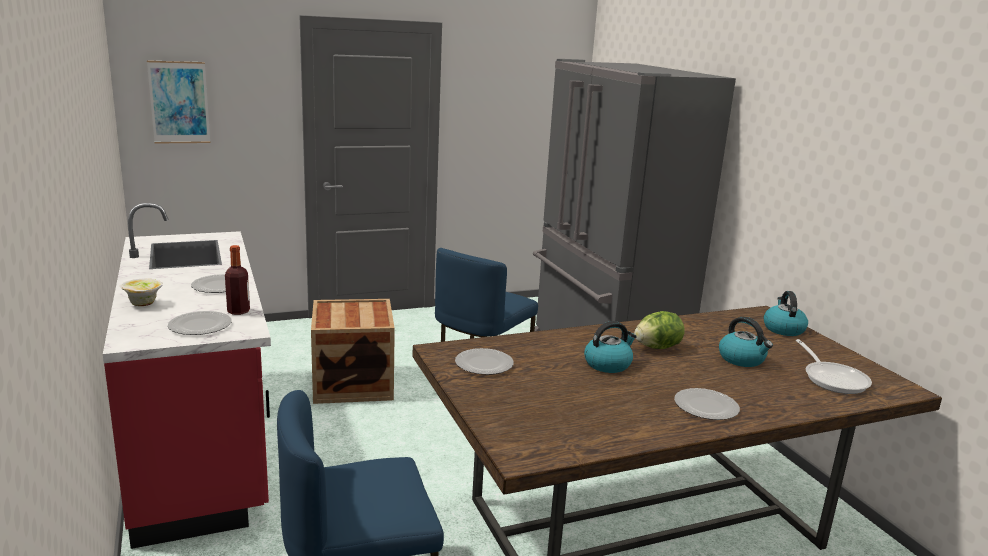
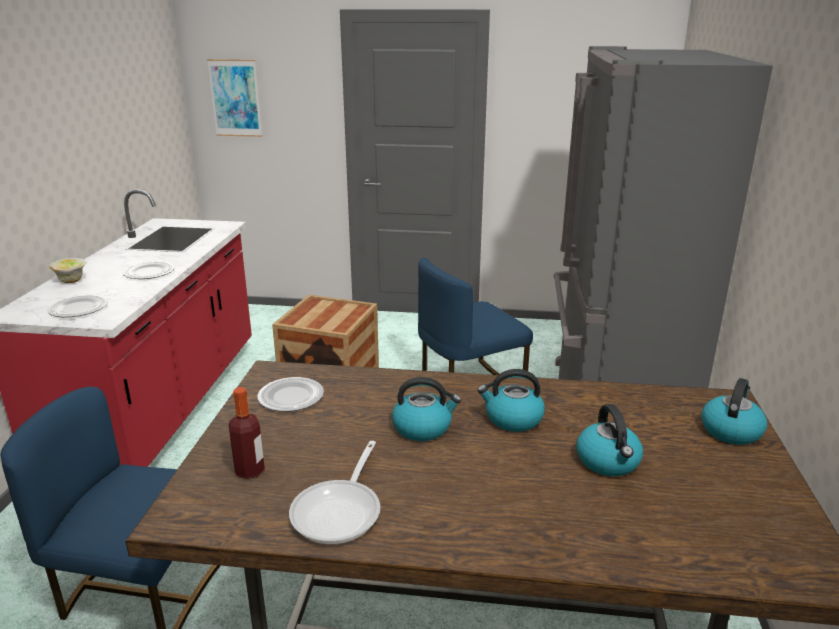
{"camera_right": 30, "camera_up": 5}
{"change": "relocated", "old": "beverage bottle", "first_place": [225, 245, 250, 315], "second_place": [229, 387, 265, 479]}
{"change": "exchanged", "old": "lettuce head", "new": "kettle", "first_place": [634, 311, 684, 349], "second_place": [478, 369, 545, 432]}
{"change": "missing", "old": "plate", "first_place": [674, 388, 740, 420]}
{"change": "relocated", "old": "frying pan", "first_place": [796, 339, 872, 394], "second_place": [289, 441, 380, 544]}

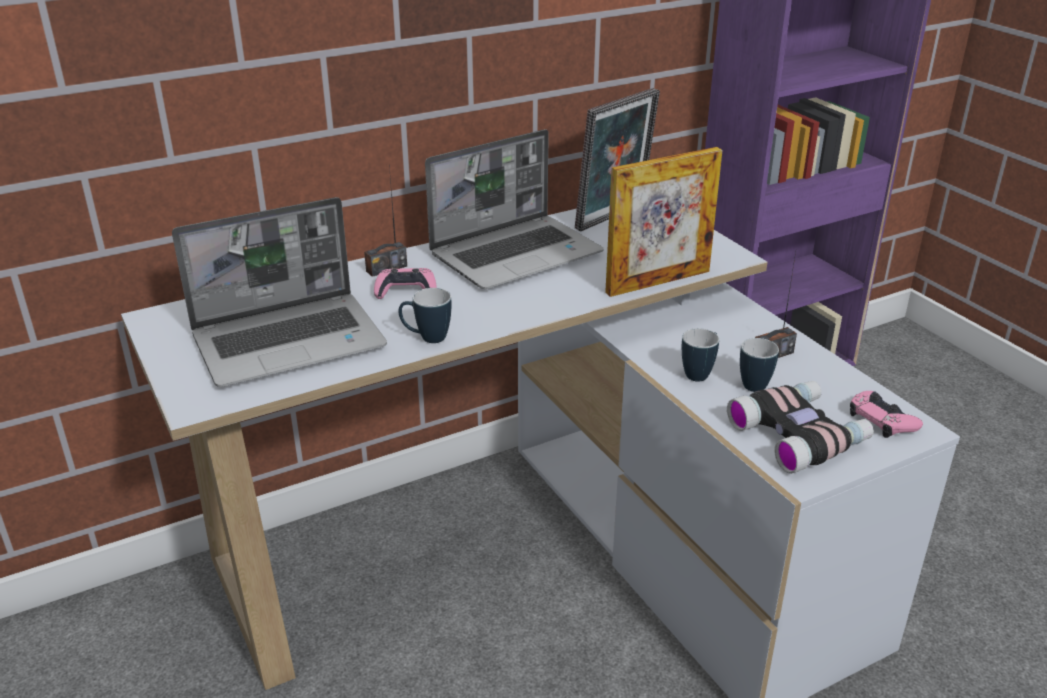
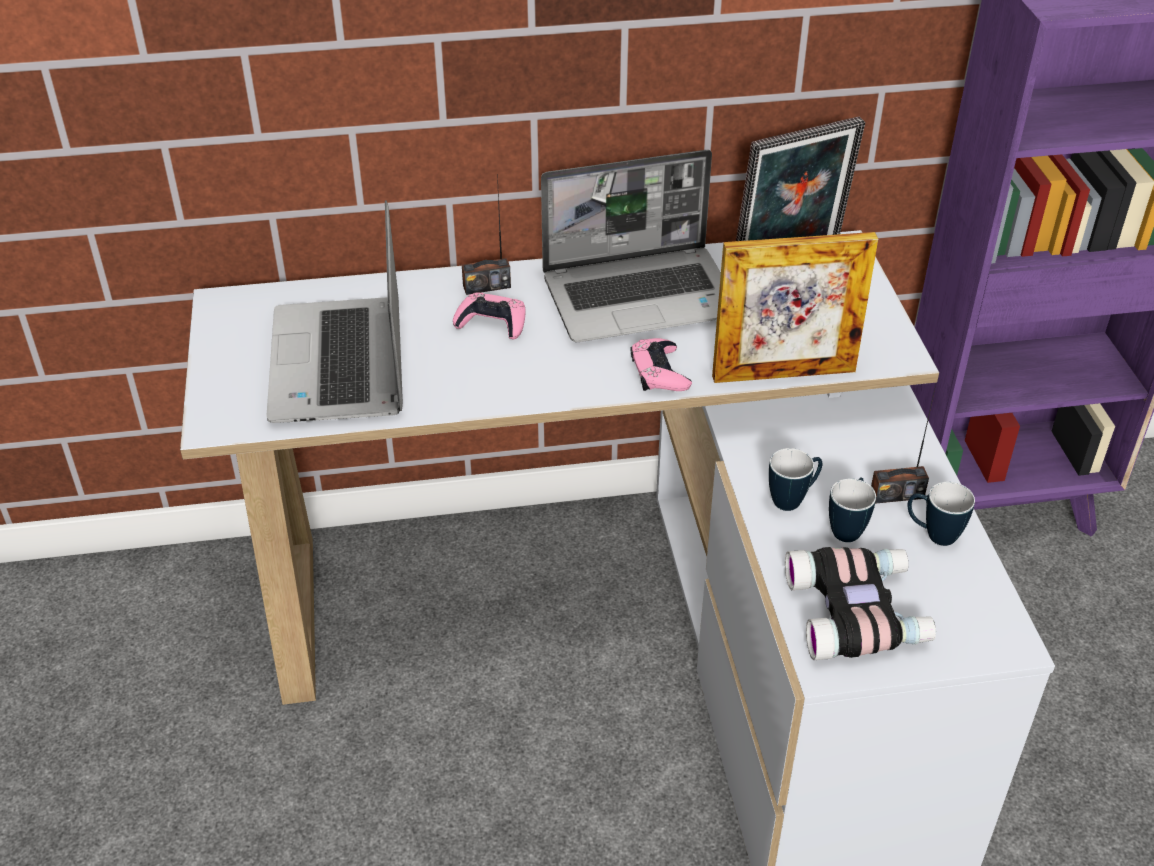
{"camera_right": 20, "camera_up": 10}
{"change": "spun", "old": "portable computer", "first_place": [172, 197, 387, 387], "second_place": [266, 200, 403, 423], "degrees": 90}
{"change": "relocated", "old": "coffee mug", "first_place": [398, 288, 452, 343], "second_place": [907, 482, 975, 546]}
{"change": "relocated", "old": "joypad/pinkish", "first_place": [850, 391, 923, 438], "second_place": [630, 338, 692, 391]}

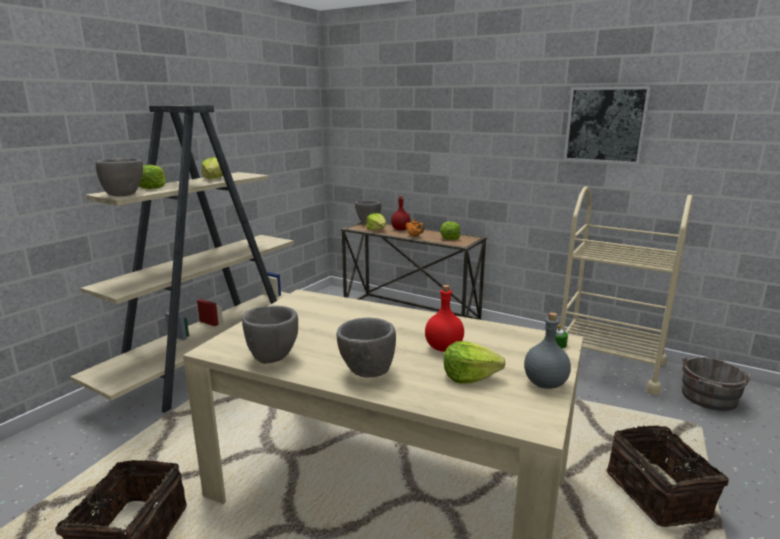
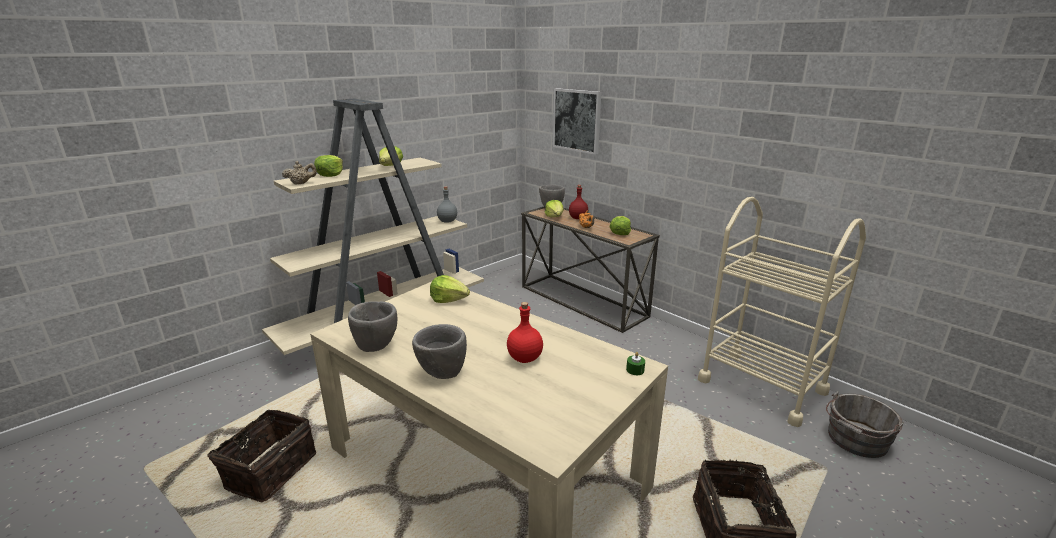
{"camera_right": 15, "camera_up": 5}
{"change": "exchanged", "old": "deep dish/grey", "new": "tea pot/beige-coloured", "first_place": [96, 158, 143, 196], "second_place": [282, 161, 317, 185]}
{"change": "relocated", "old": "lettuce head", "first_place": [444, 341, 505, 384], "second_place": [430, 275, 470, 303]}
{"change": "relocated", "old": "beverage bottle/grey", "first_place": [524, 312, 571, 389], "second_place": [437, 186, 457, 222]}
{"change": "relocated", "old": "wall picture", "first_place": [564, 86, 651, 164], "second_place": [553, 88, 601, 155]}

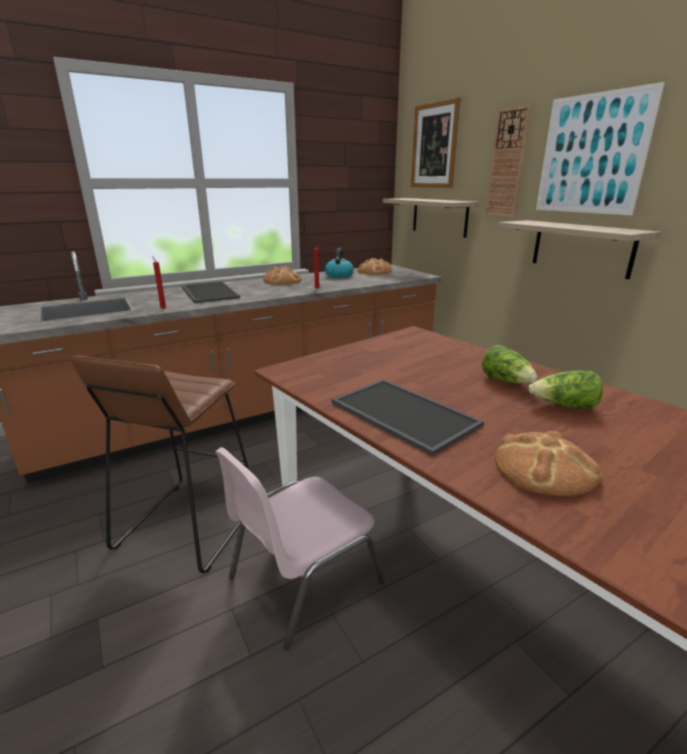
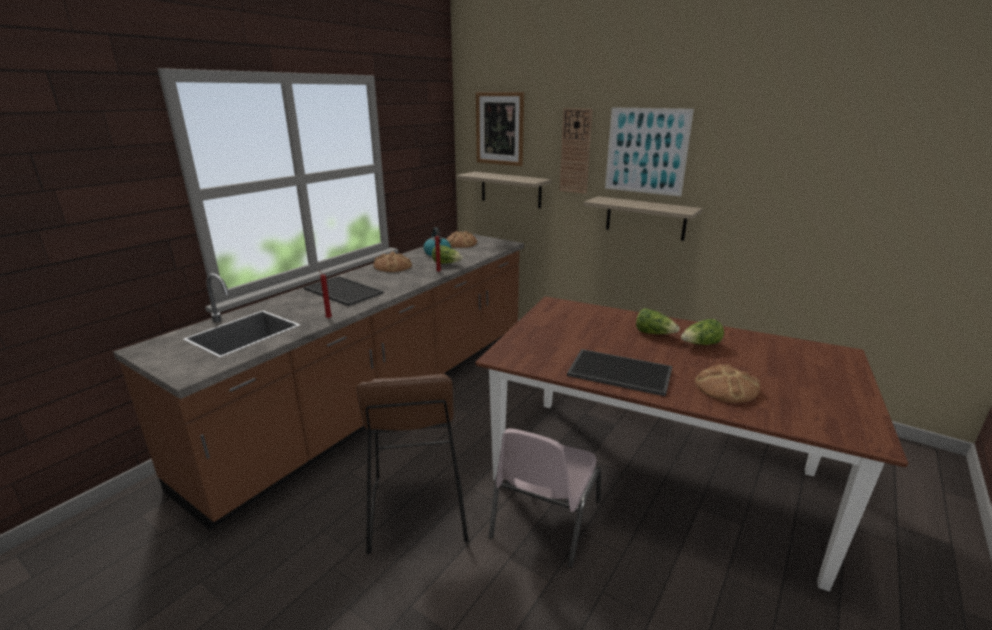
{"camera_right": -25, "camera_up": 0}
{"change": "appeared", "new": "lettuce head", "second_place": [432, 245, 463, 264]}

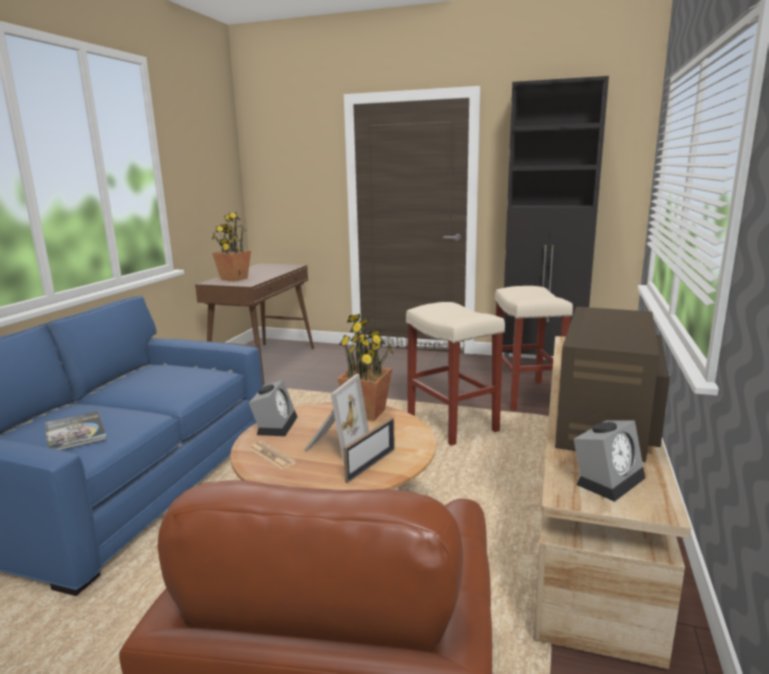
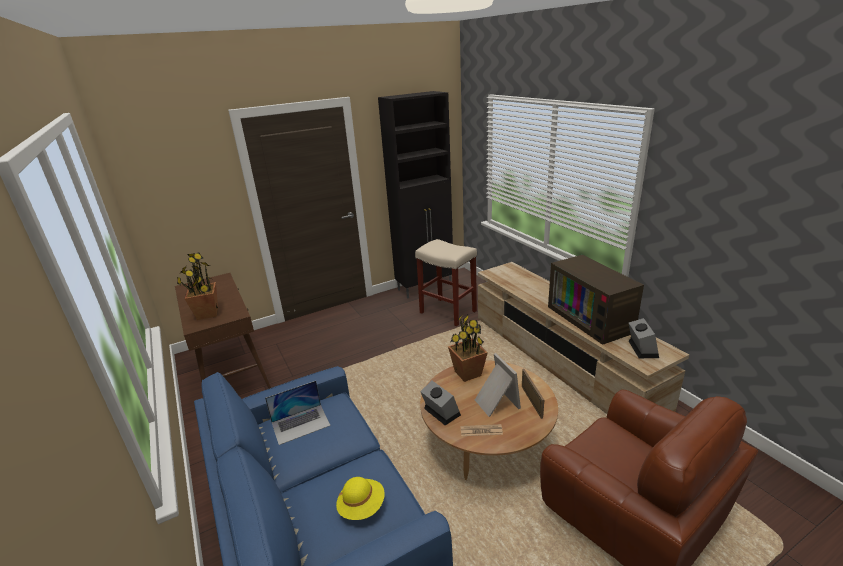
{"camera_right": -45, "camera_up": 10}
{"change": "exchanged", "old": "book", "new": "hat/yellow-coloured", "first_place": [45, 411, 107, 450], "second_place": [336, 477, 385, 520]}
{"change": "missing", "old": "sitting stool/beige-coloured", "first_place": [406, 302, 505, 446]}
{"change": "appeared", "new": "portable computer", "second_place": [265, 381, 331, 445]}

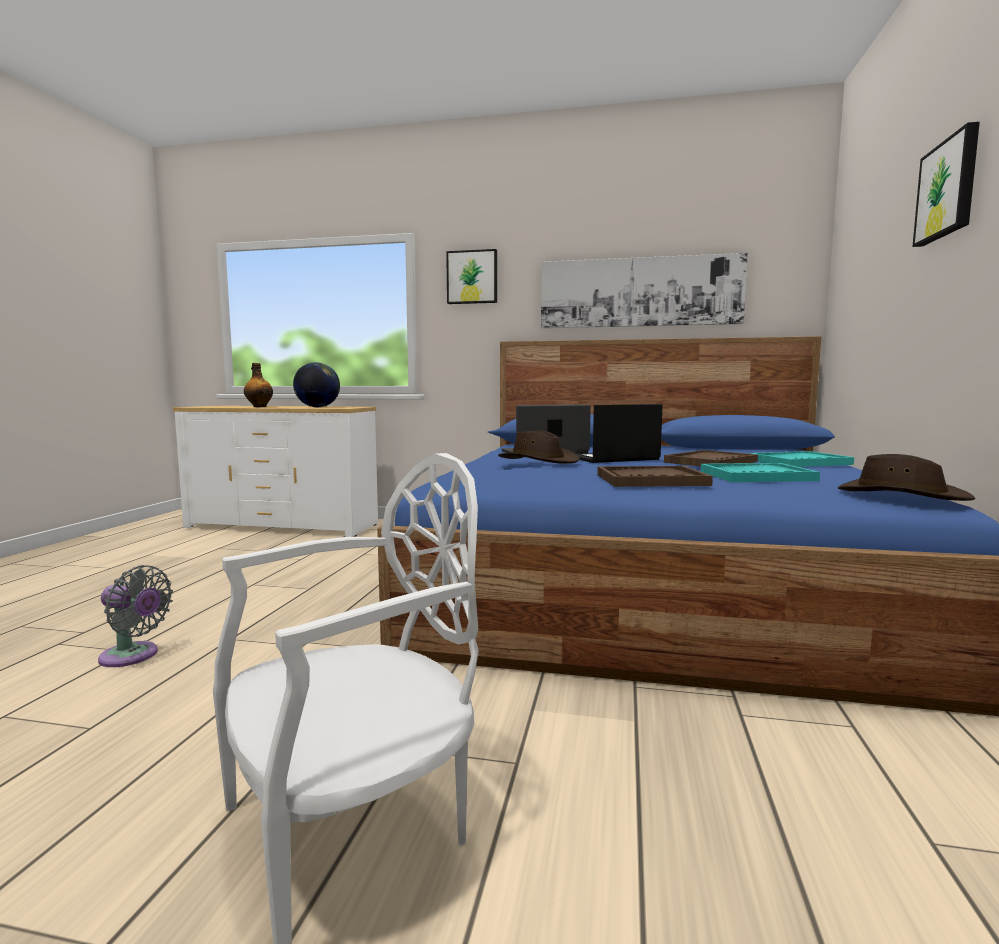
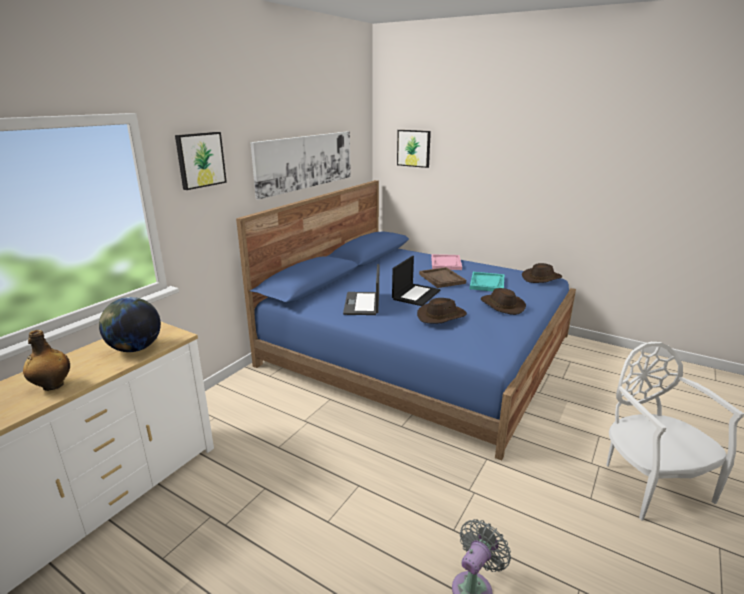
{"camera_right": -70, "camera_up": 15}
{"change": "spun", "old": "portable computer", "first_place": [577, 404, 663, 463], "second_place": [392, 256, 440, 306], "degrees": -150}
{"change": "exchanged", "old": "tray/brown", "new": "hat/brown", "first_place": [597, 466, 713, 487], "second_place": [481, 288, 526, 315]}
{"change": "colour", "old": "tray/turquoise-coloured", "new": "tray/pinkish", "first_place": [750, 451, 854, 467], "second_place": [431, 254, 462, 270]}
{"change": "relocated", "old": "wall picture", "first_place": [912, 122, 980, 247], "second_place": [397, 130, 431, 168]}

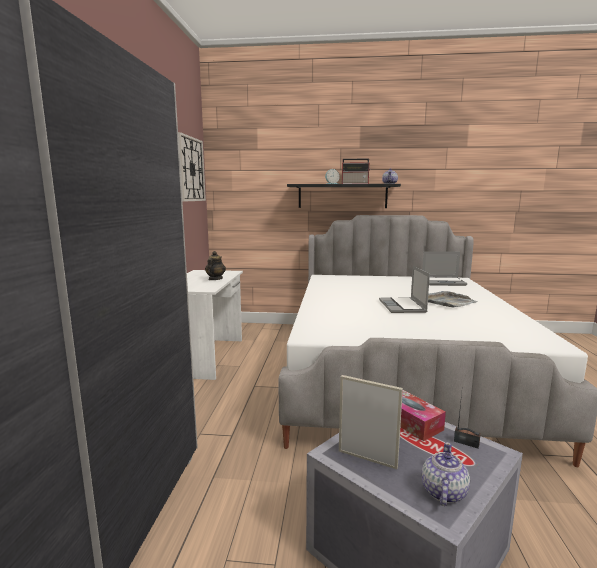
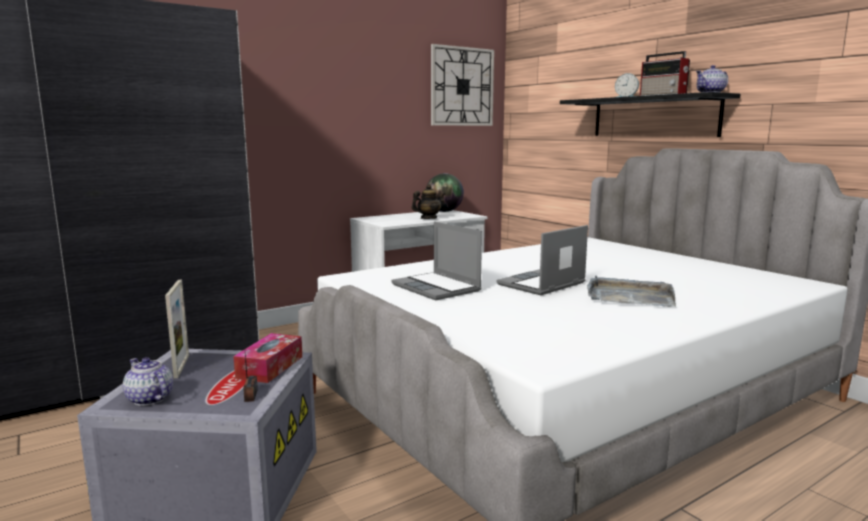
{"camera_right": 50, "camera_up": 0}
{"change": "relocated", "old": "portable computer", "first_place": [422, 251, 467, 286], "second_place": [392, 221, 482, 301]}
{"change": "spun", "old": "tea pot", "first_place": [422, 442, 470, 506], "second_place": [123, 357, 173, 406], "degrees": -120}
{"change": "appeared", "new": "globe", "second_place": [426, 173, 464, 212]}

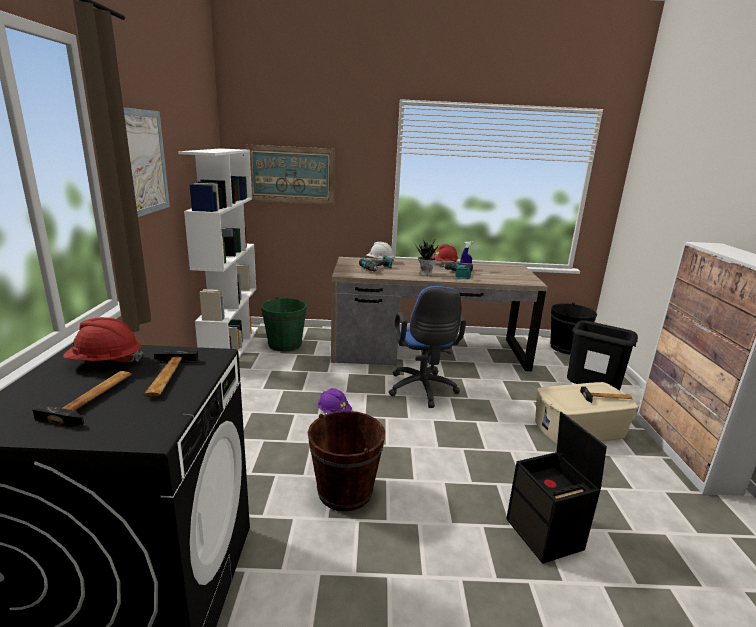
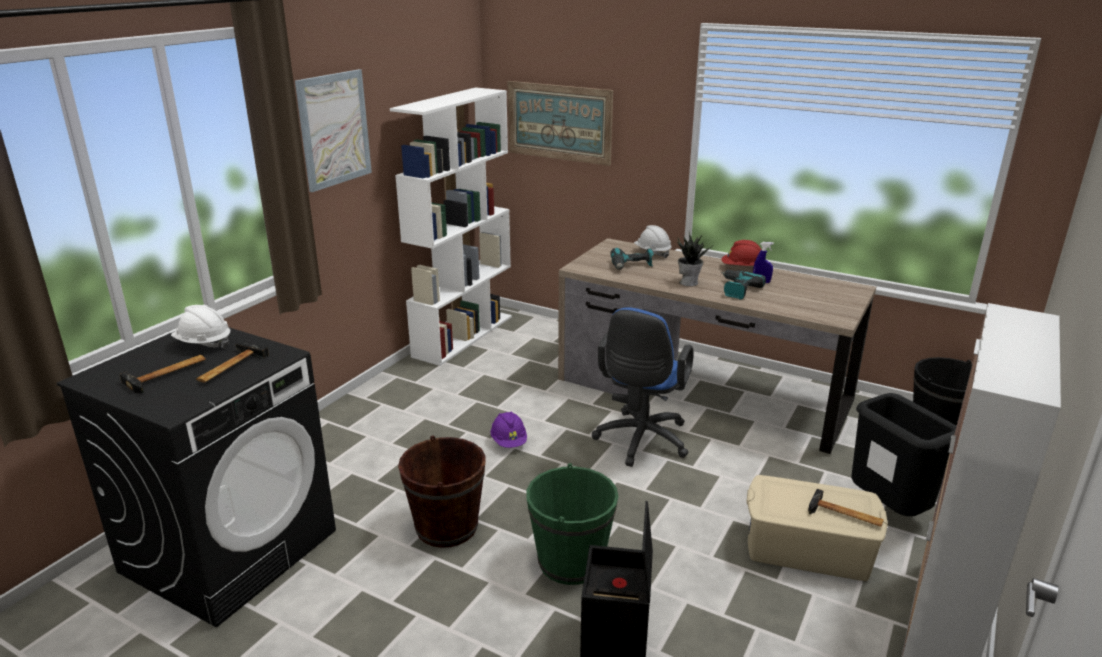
{"camera_right": 30, "camera_up": 5}
{"change": "colour", "old": "work helmet/reddish", "new": "work helmet/whitish", "first_place": [63, 317, 143, 362], "second_place": [171, 305, 230, 348]}
{"change": "relocated", "old": "water bucket/greenish", "first_place": [261, 297, 307, 352], "second_place": [526, 463, 619, 585]}

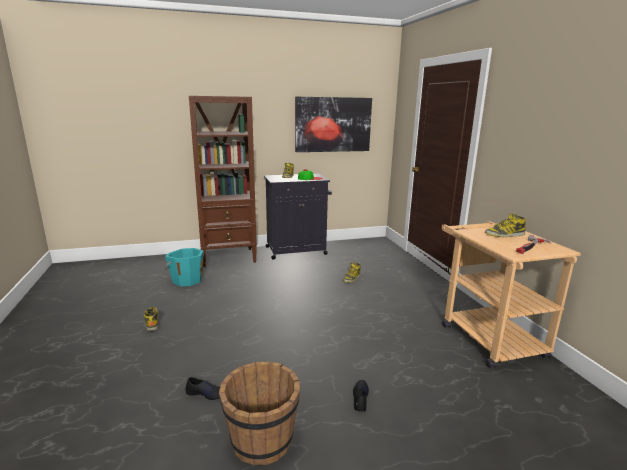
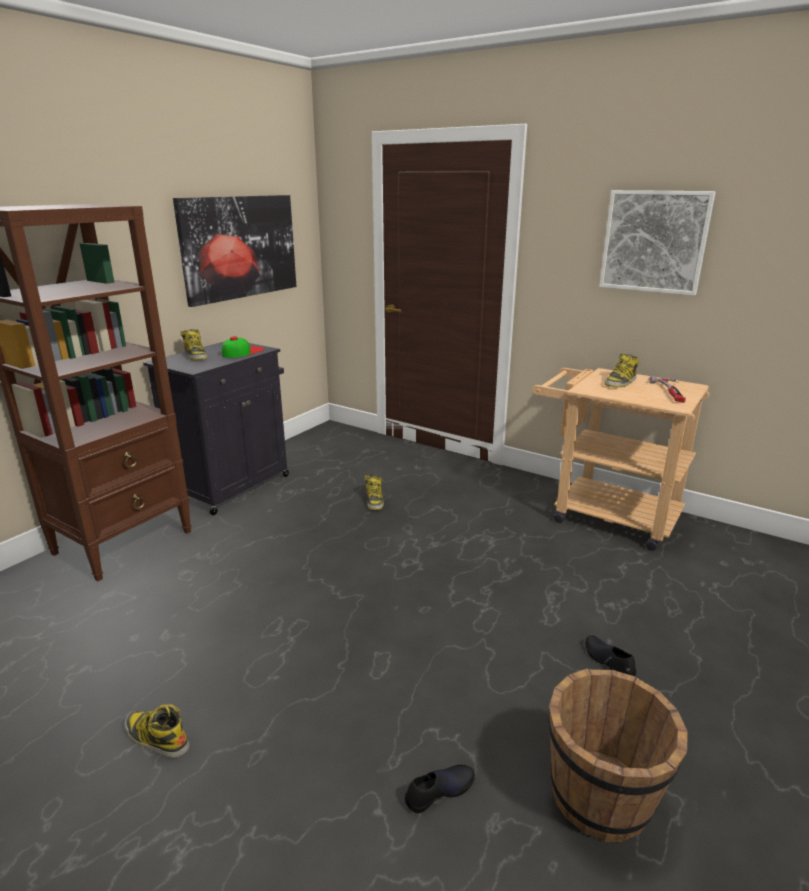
{"camera_right": -40, "camera_up": 5}
{"change": "missing", "old": "water bucket/turquoise-coloured", "first_place": [165, 248, 204, 286]}
{"change": "appeared", "new": "wall picture", "second_place": [599, 190, 716, 296]}

